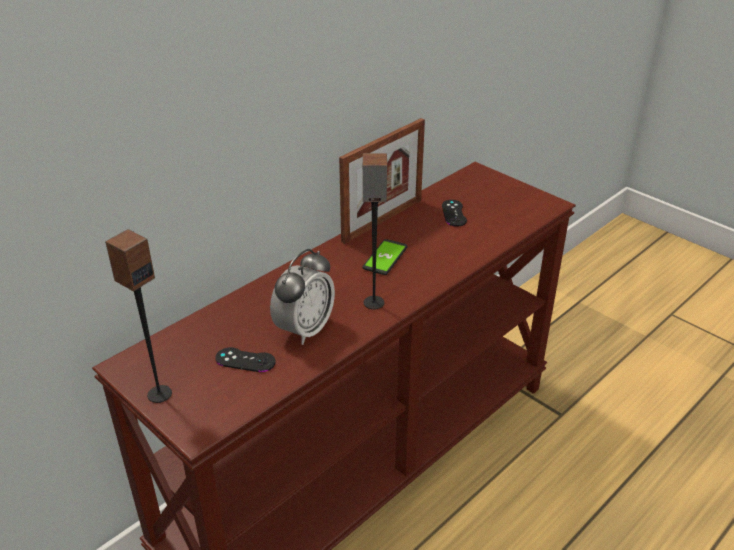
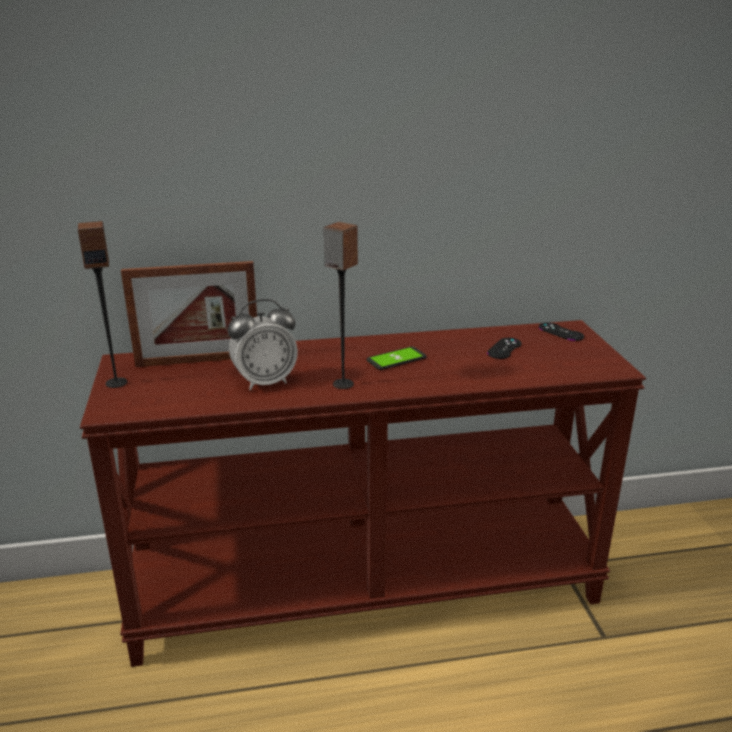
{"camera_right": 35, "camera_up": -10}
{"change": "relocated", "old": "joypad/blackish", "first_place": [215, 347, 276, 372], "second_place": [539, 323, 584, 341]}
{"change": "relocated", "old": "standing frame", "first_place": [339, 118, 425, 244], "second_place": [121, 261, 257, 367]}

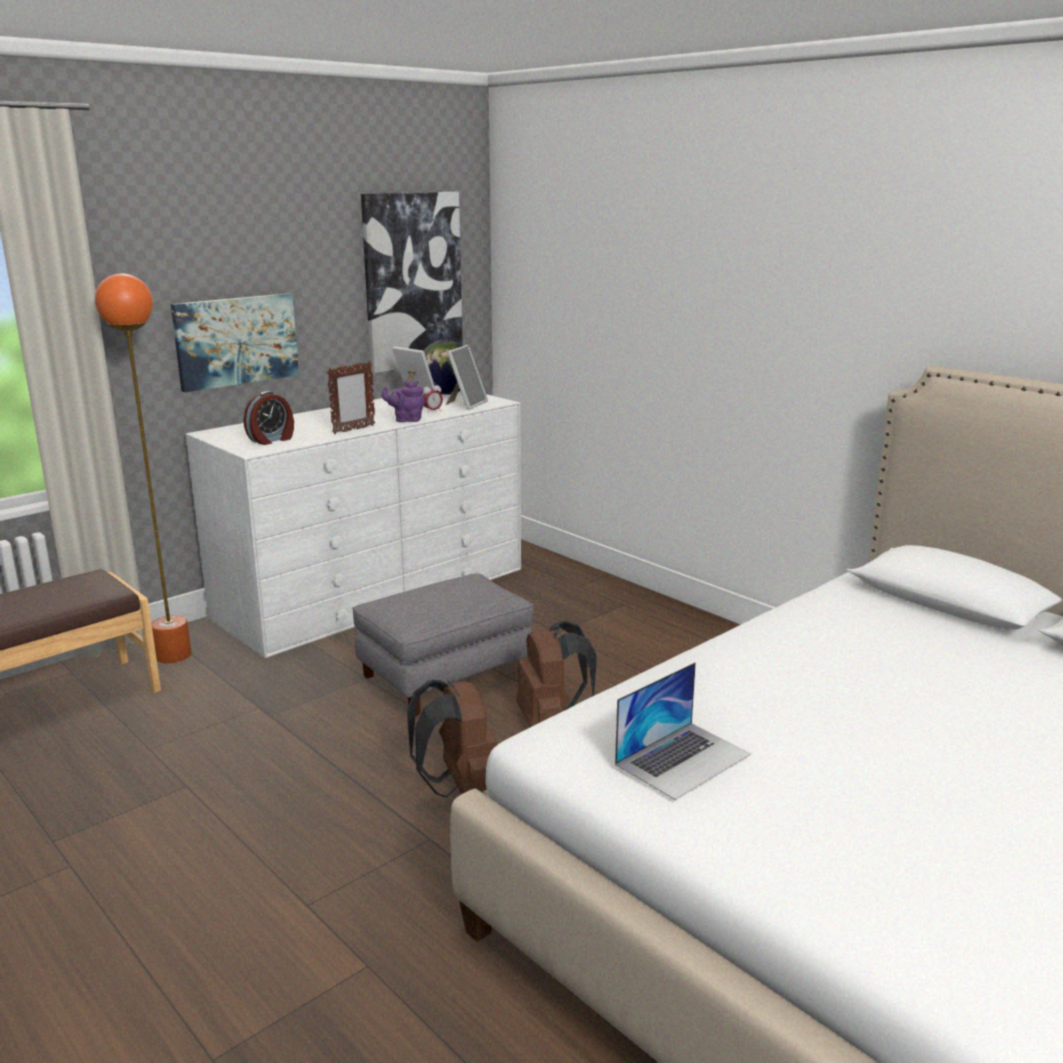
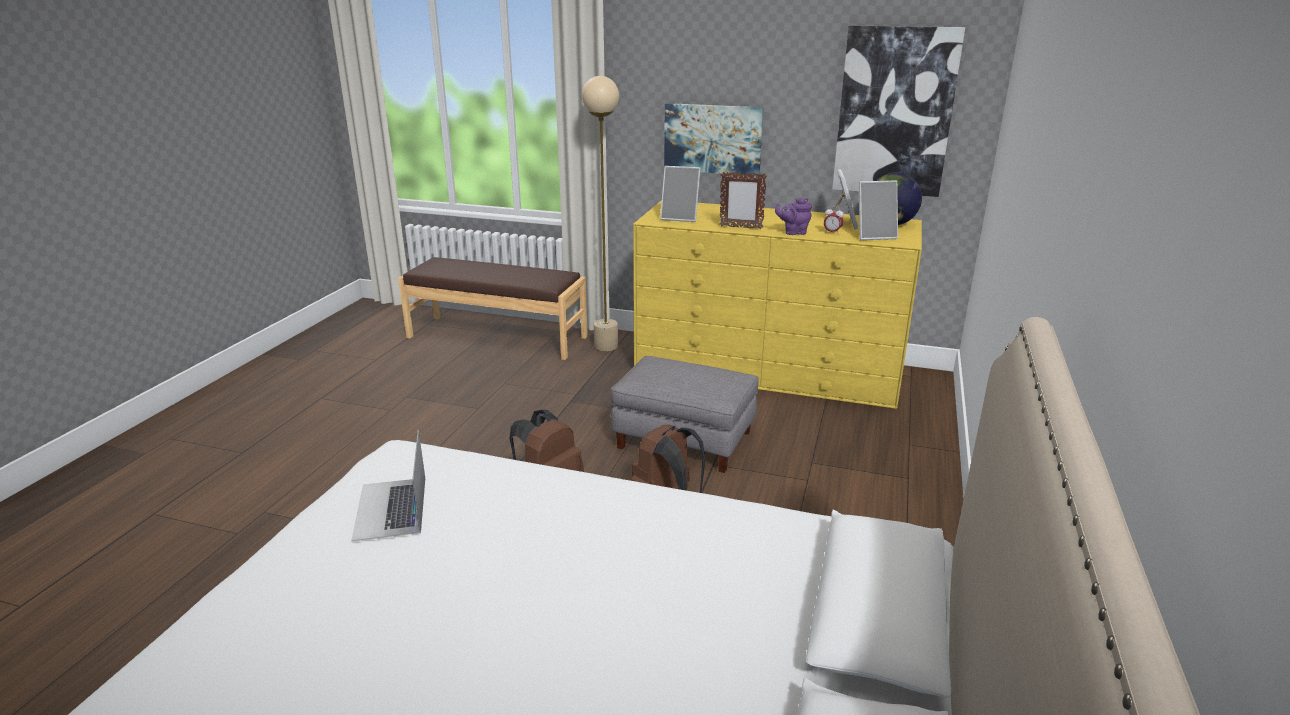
{"camera_right": 60, "camera_up": 5}
{"change": "colour", "old": "floor lamp/orange-coloured", "new": "floor lamp/beige-coloured", "first_place": [95, 274, 191, 663], "second_place": [582, 76, 619, 351]}
{"change": "colour", "old": "dresser/whitish", "new": "dresser/yellow-coloured", "first_place": [186, 391, 521, 658], "second_place": [633, 200, 922, 409]}
{"change": "exchanged", "old": "alarm clock", "new": "standing frame", "first_place": [244, 391, 294, 445], "second_place": [660, 166, 700, 222]}
{"change": "spun", "old": "tea pot/purplish", "first_place": [381, 380, 425, 422], "second_place": [775, 198, 812, 235], "degrees": -60}
{"change": "spun", "old": "portable computer", "first_place": [615, 662, 751, 800], "second_place": [351, 430, 425, 541], "degrees": 60}

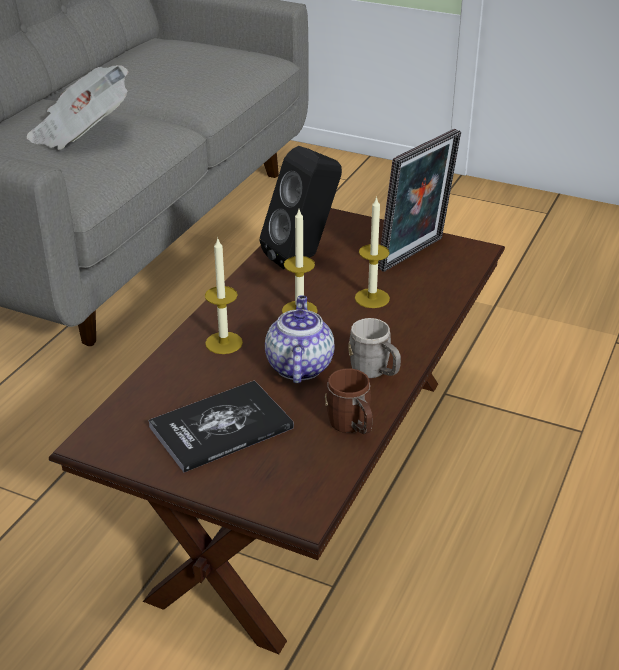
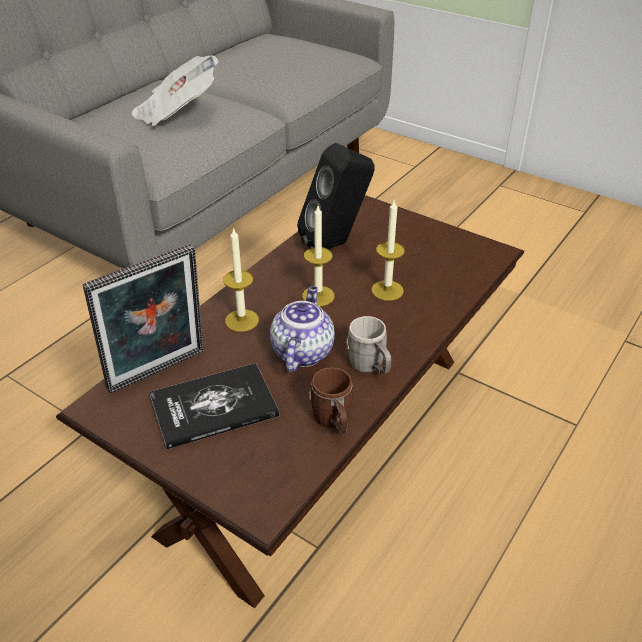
{"camera_right": 10, "camera_up": 5}
{"change": "relocated", "old": "standing frame", "first_place": [378, 129, 461, 272], "second_place": [83, 244, 203, 394]}

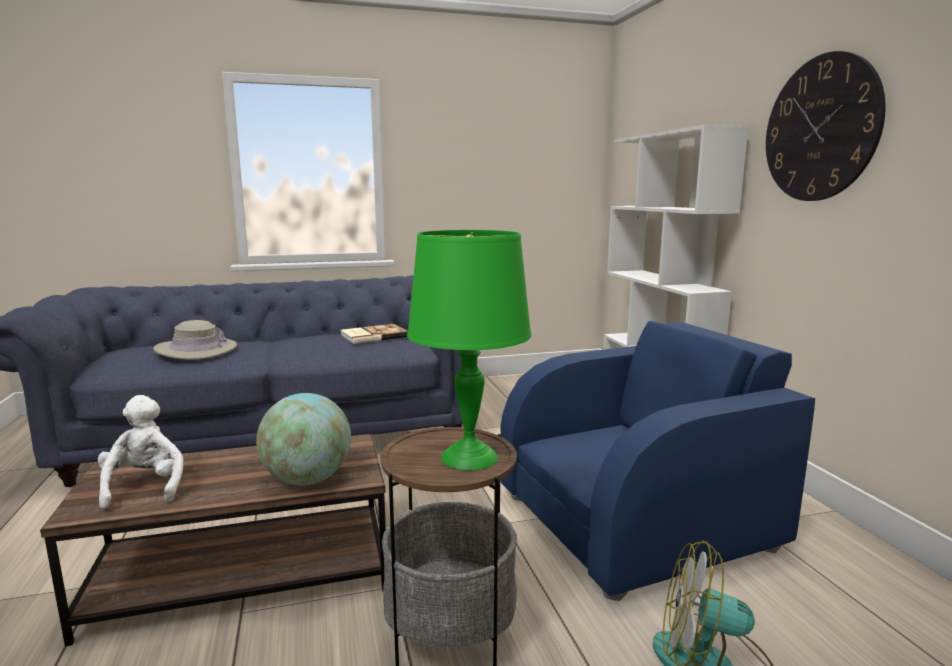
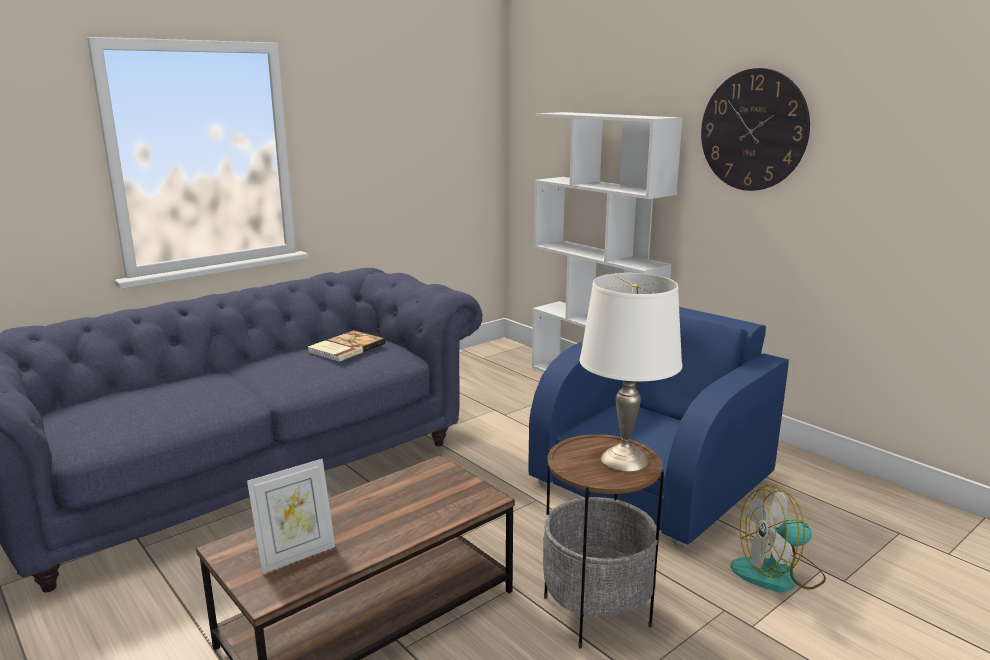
{"camera_right": -25, "camera_up": 5}
{"change": "exchanged", "old": "plush toy/whitish", "new": "standing frame", "first_place": [98, 395, 183, 509], "second_place": [247, 459, 335, 574]}
{"change": "missing", "old": "hat/beige-coloured", "first_place": [153, 320, 237, 360]}
{"change": "missing", "old": "globe", "first_place": [256, 393, 351, 485]}
{"change": "colour", "old": "lamp for a table/greenish", "new": "lamp for a table/whitish", "first_place": [407, 230, 531, 470], "second_place": [580, 273, 682, 471]}

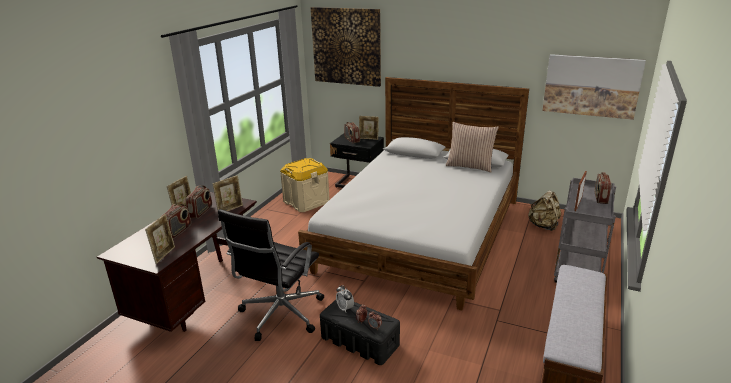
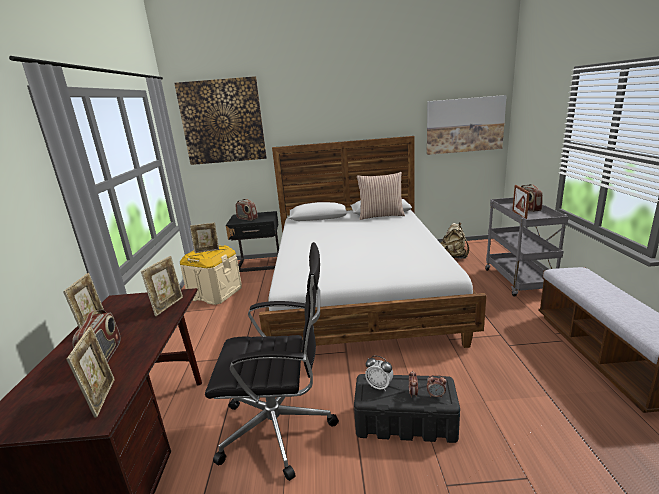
{"camera_right": -25, "camera_up": -5}
{"change": "missing", "old": "radio set", "first_place": [186, 185, 212, 219]}
{"change": "spun", "old": "computer chair/blackish", "first_place": [218, 209, 324, 341], "second_place": [205, 242, 339, 481], "degrees": -90}
{"change": "relocated", "old": "standing frame", "first_place": [359, 116, 379, 140], "second_place": [190, 223, 219, 253]}

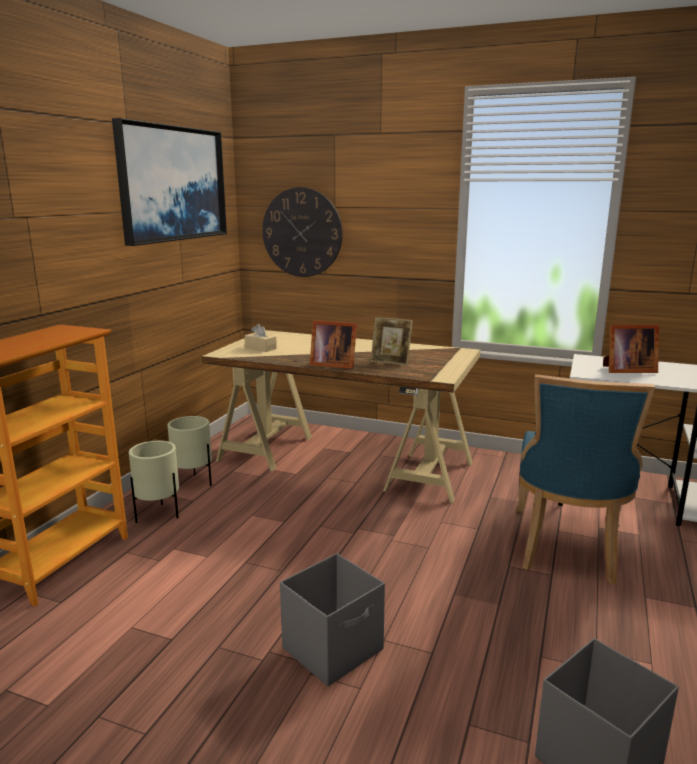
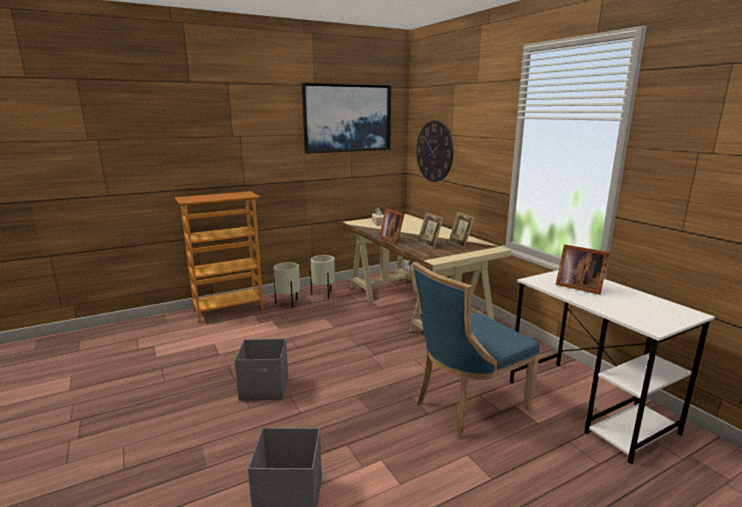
{"camera_right": 40, "camera_up": 0}
{"change": "appeared", "new": "standing frame", "second_place": [448, 212, 475, 248]}

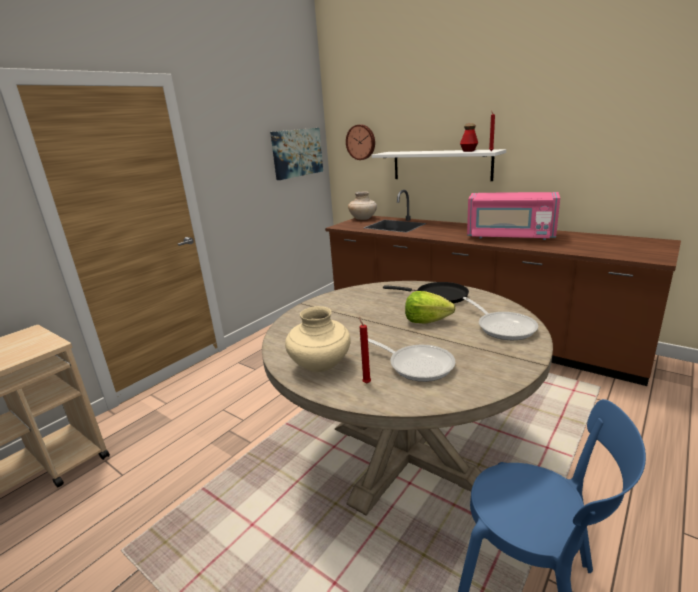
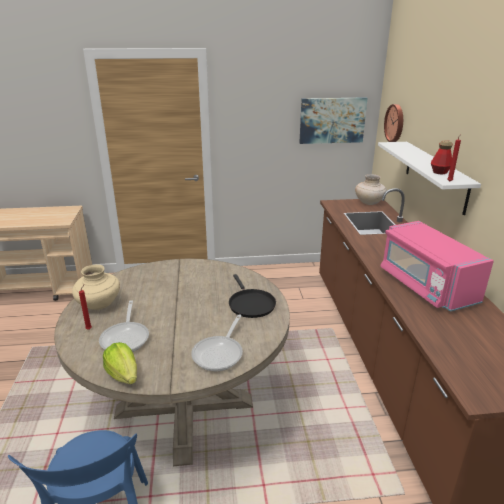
{"camera_right": 45, "camera_up": 5}
{"change": "relocated", "old": "lettuce head", "first_place": [405, 291, 455, 324], "second_place": [103, 342, 137, 384]}

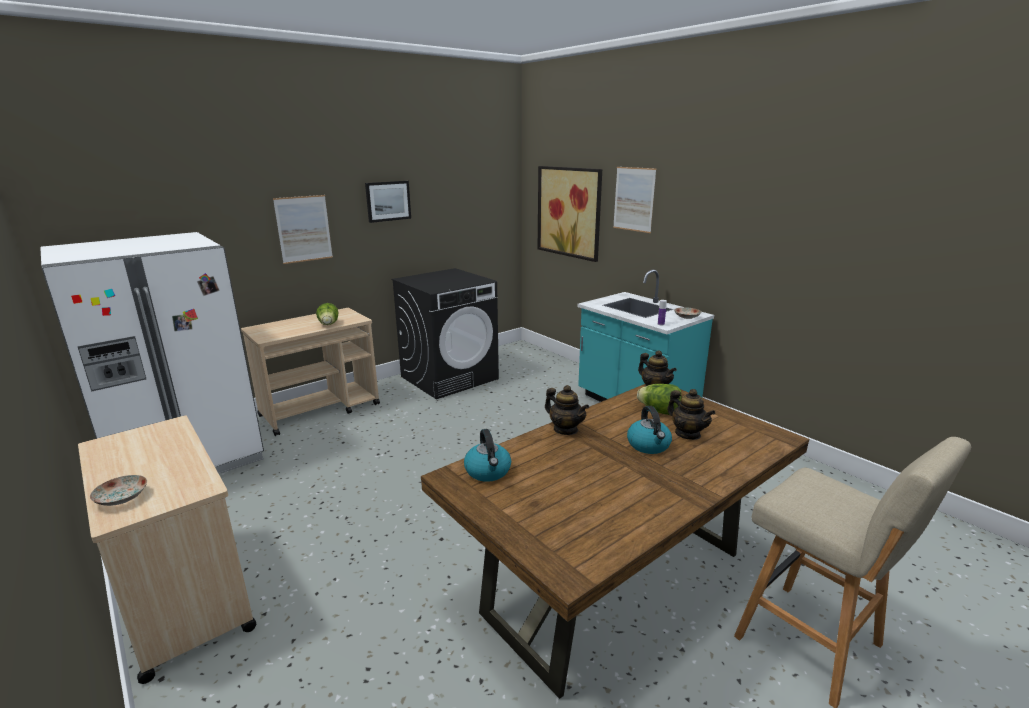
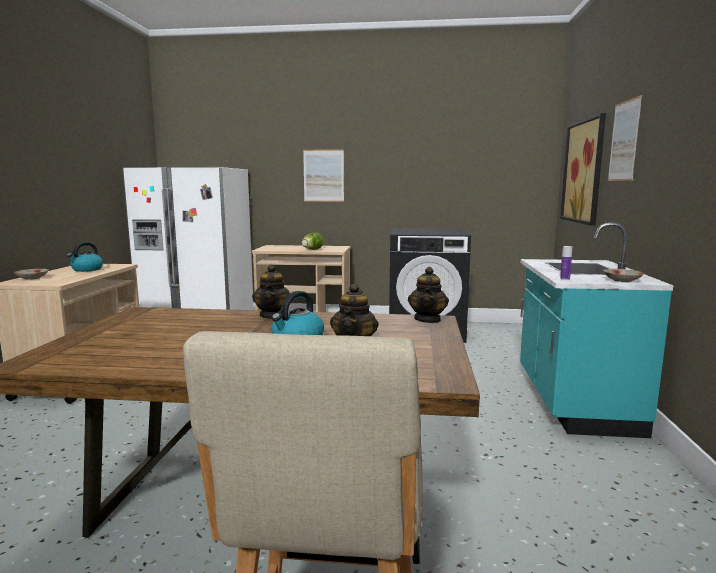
{"camera_right": 45, "camera_up": -10}
{"change": "missing", "old": "wall picture", "first_place": [365, 181, 411, 223]}
{"change": "relocated", "old": "kettle", "first_place": [464, 429, 511, 482], "second_place": [67, 242, 103, 272]}
{"change": "missing", "old": "lettuce head", "first_place": [637, 384, 682, 415]}

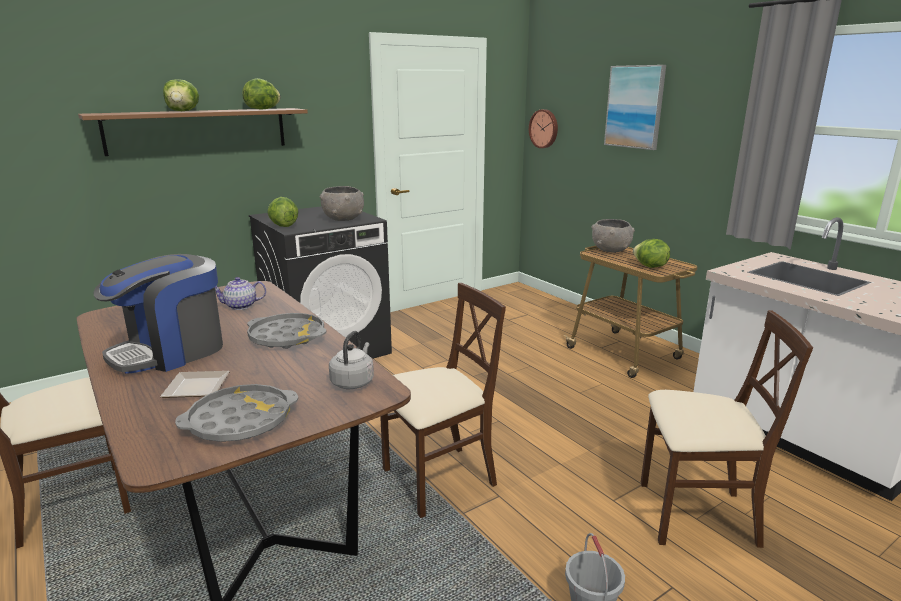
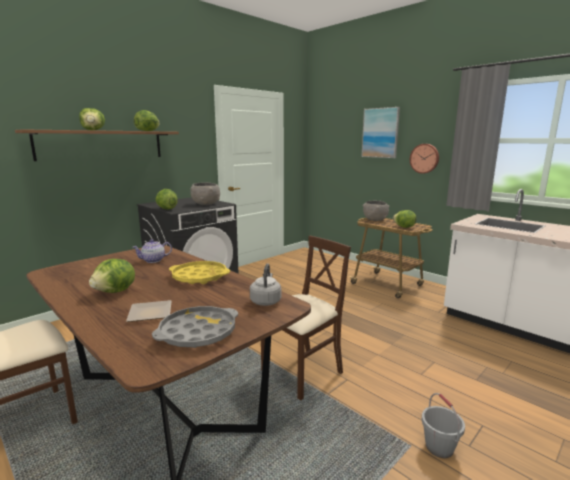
{"camera_right": -10, "camera_up": -5}
{"change": "exchanged", "old": "coffee maker", "new": "lettuce head", "first_place": [94, 254, 223, 374], "second_place": [89, 259, 135, 293]}
{"change": "colour", "old": "tray/grey", "new": "tray/yellow-coloured", "first_place": [247, 313, 326, 349], "second_place": [169, 261, 230, 284]}
{"change": "relocated", "old": "wall clock", "first_place": [529, 109, 558, 148], "second_place": [410, 144, 439, 174]}
{"change": "missing", "old": "chair/beige-coloured", "first_place": [640, 310, 813, 548]}

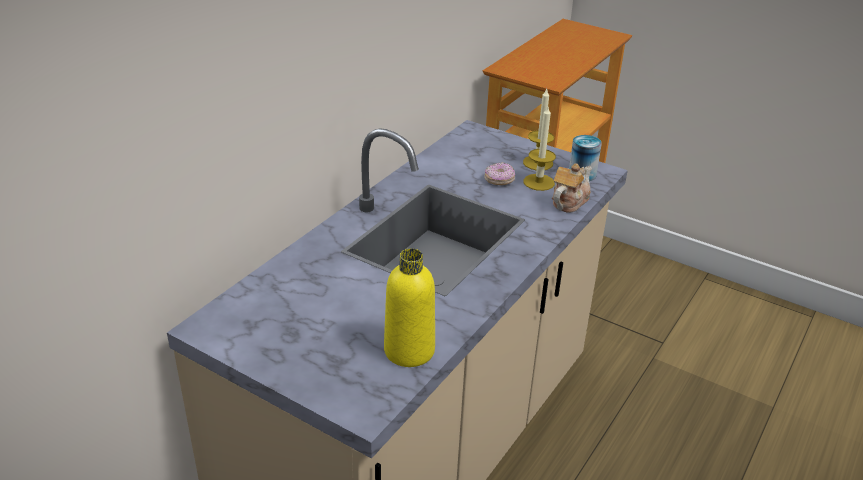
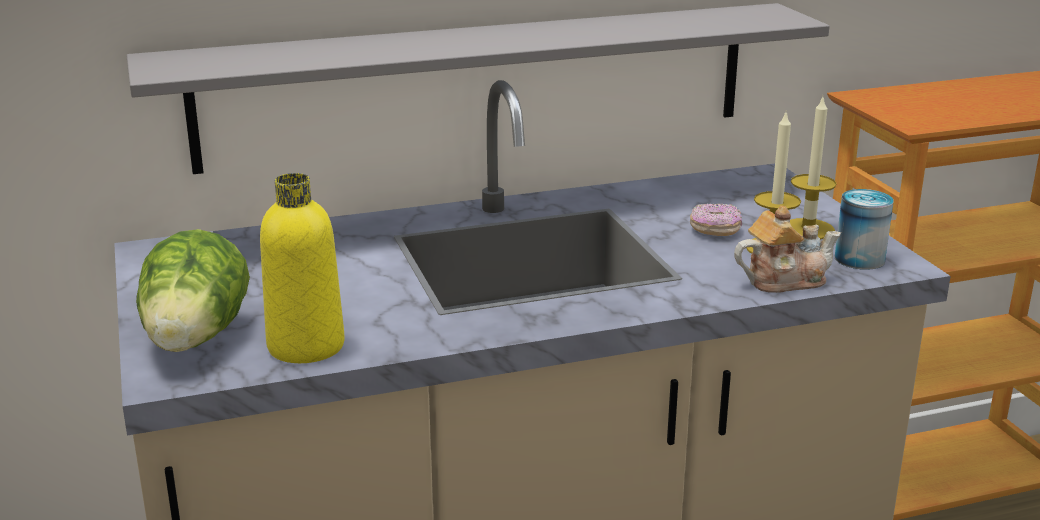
{"camera_right": 40, "camera_up": -10}
{"change": "appeared", "new": "bracket shelf/grey", "second_place": [126, 3, 830, 174]}
{"change": "appeared", "new": "lettuce head", "second_place": [136, 229, 250, 352]}

